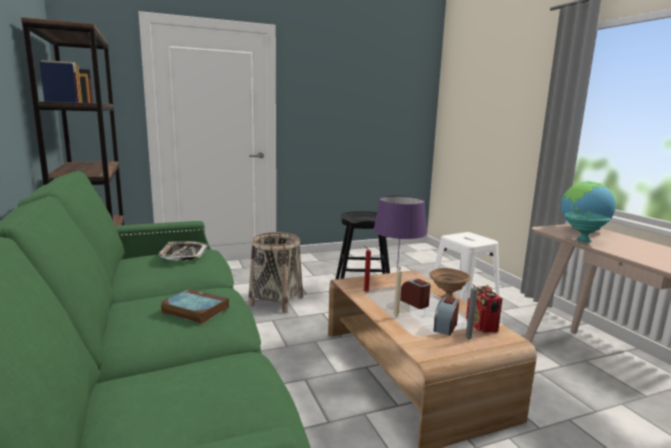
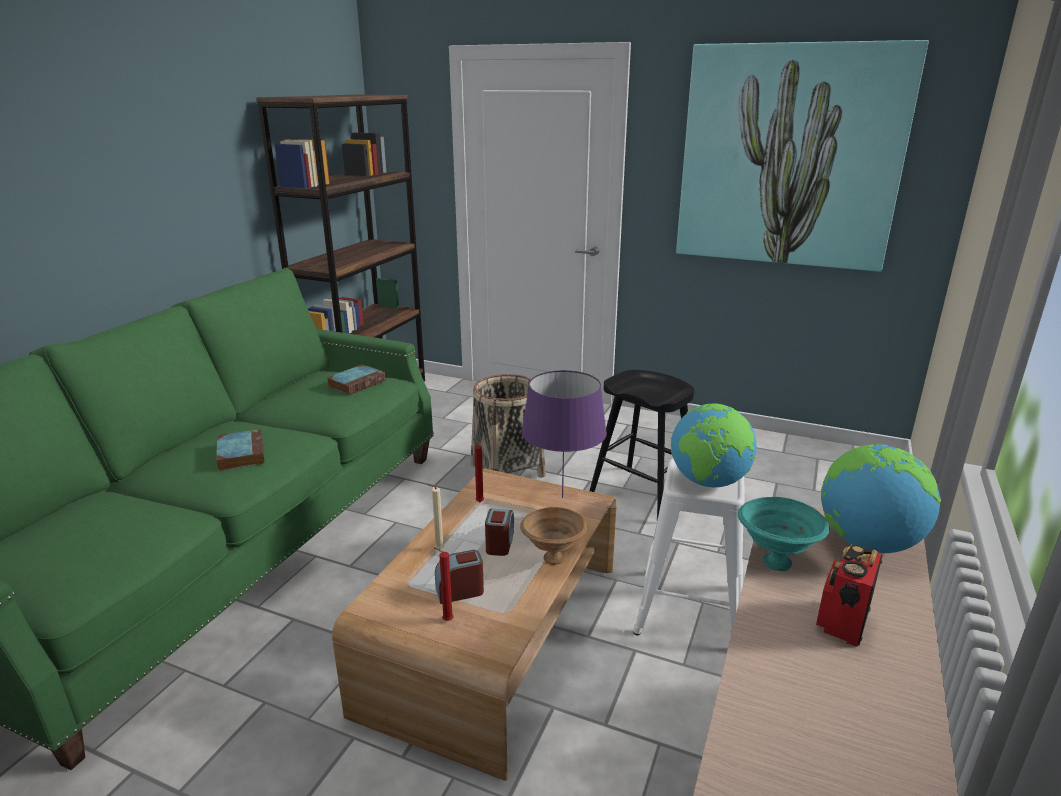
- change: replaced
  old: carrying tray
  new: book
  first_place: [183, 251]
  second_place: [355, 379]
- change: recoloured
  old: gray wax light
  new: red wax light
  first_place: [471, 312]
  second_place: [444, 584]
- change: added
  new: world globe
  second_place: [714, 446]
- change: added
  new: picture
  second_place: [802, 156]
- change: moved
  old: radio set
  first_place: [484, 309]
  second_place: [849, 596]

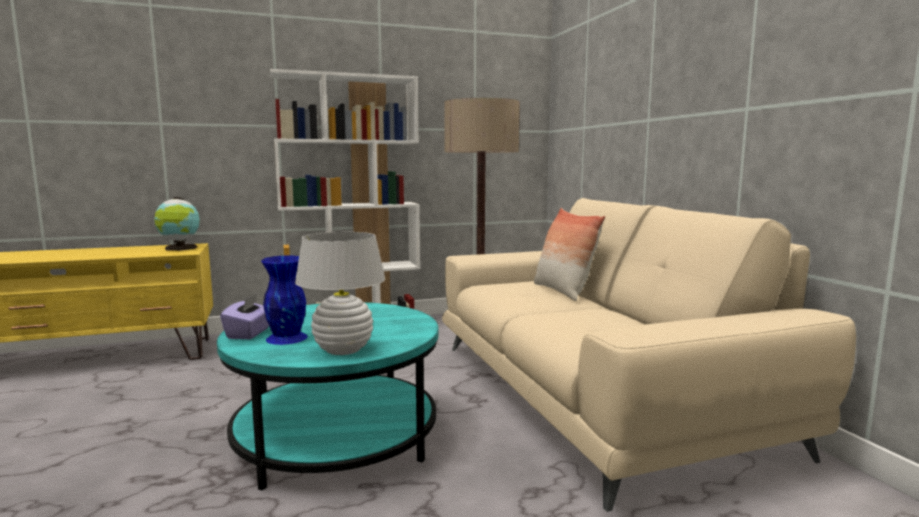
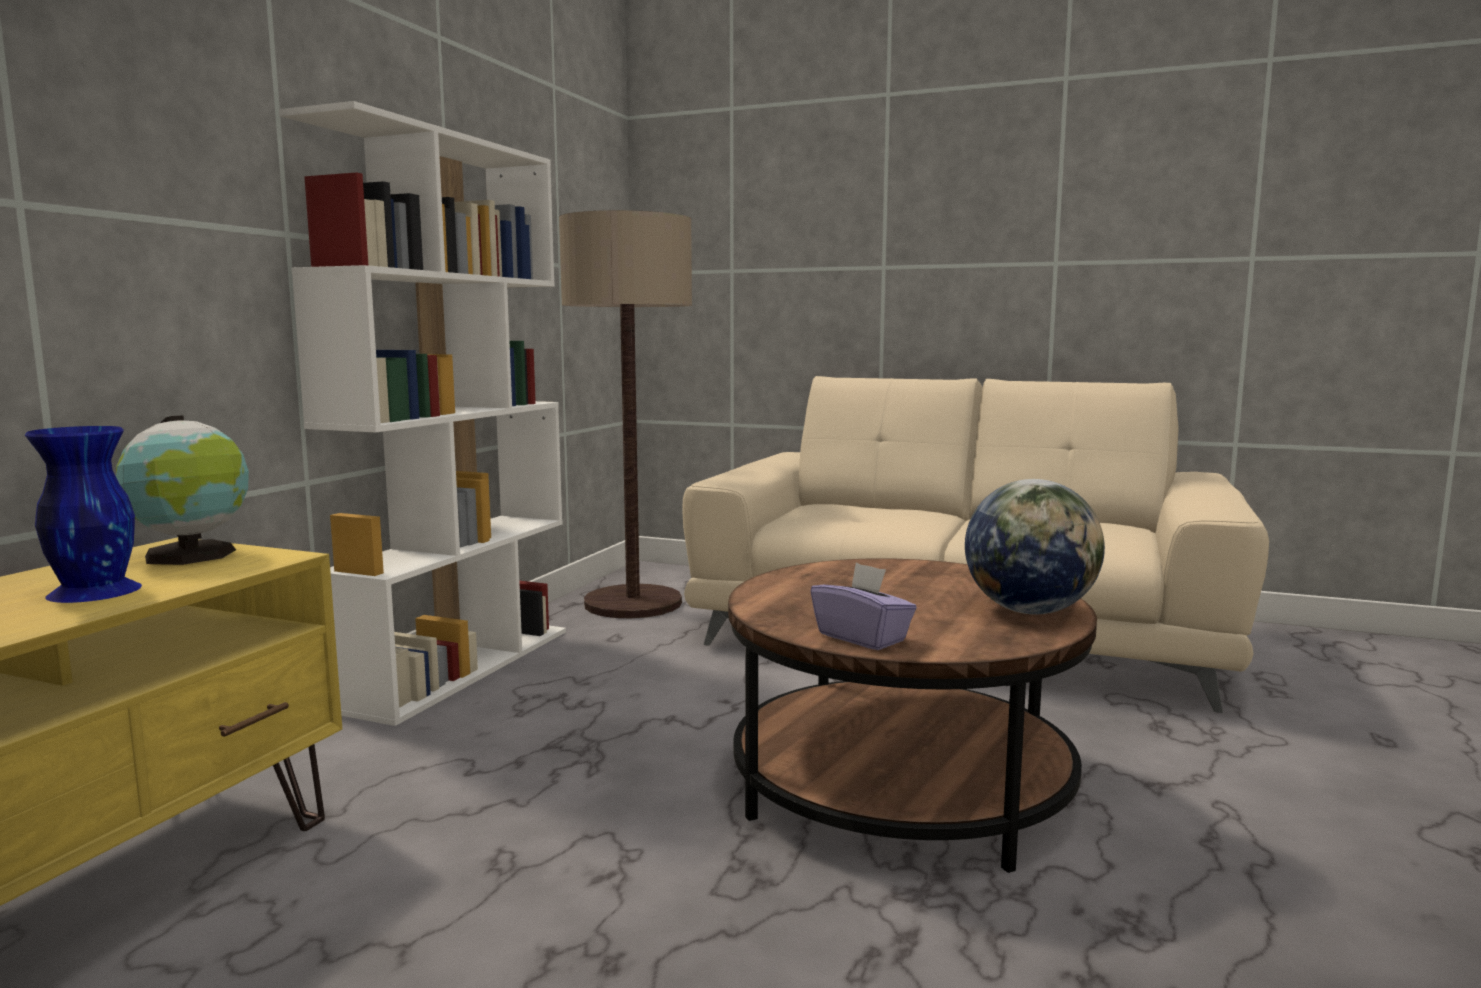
- change: moved
  old: blue decorative vase
  first_place: [284, 300]
  second_place: [83, 514]
- change: recoloured
  old: turquoise low table
  new: brown-coloured low table
  first_place: [327, 396]
  second_place: [912, 715]
- change: replaced
  old: white tabletop lamp
  new: world globe
  first_place: [340, 293]
  second_place: [1035, 546]
- change: removed
  old: throw pillow
  first_place: [569, 254]

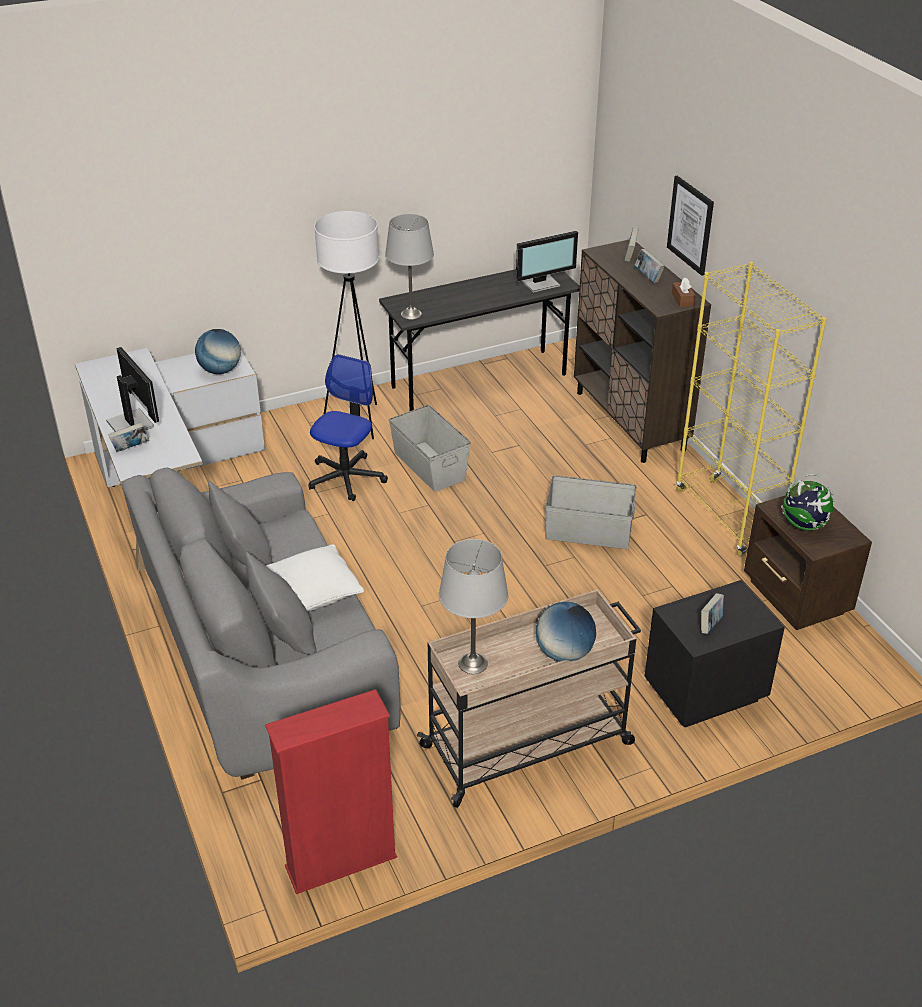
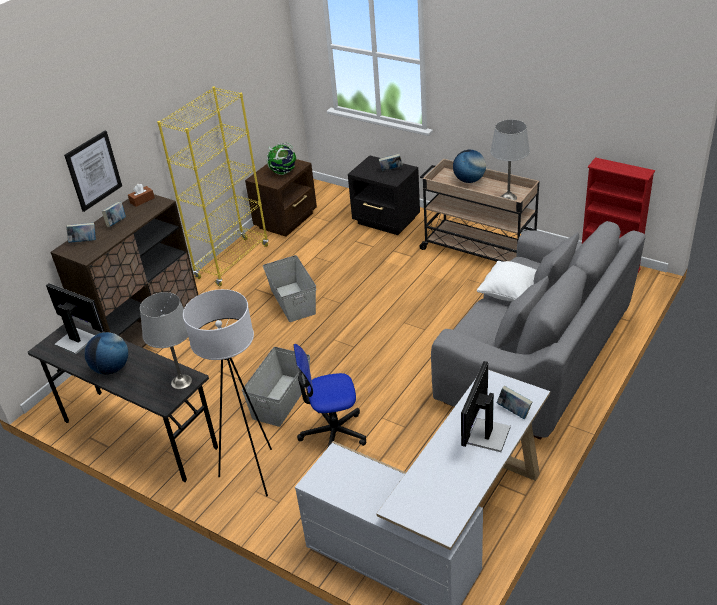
- change: moved
  old: world globe
  first_place: [218, 351]
  second_place: [106, 353]

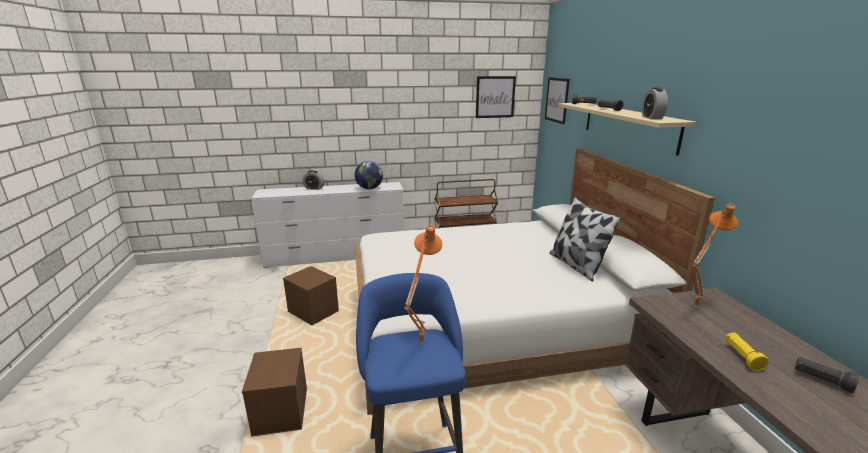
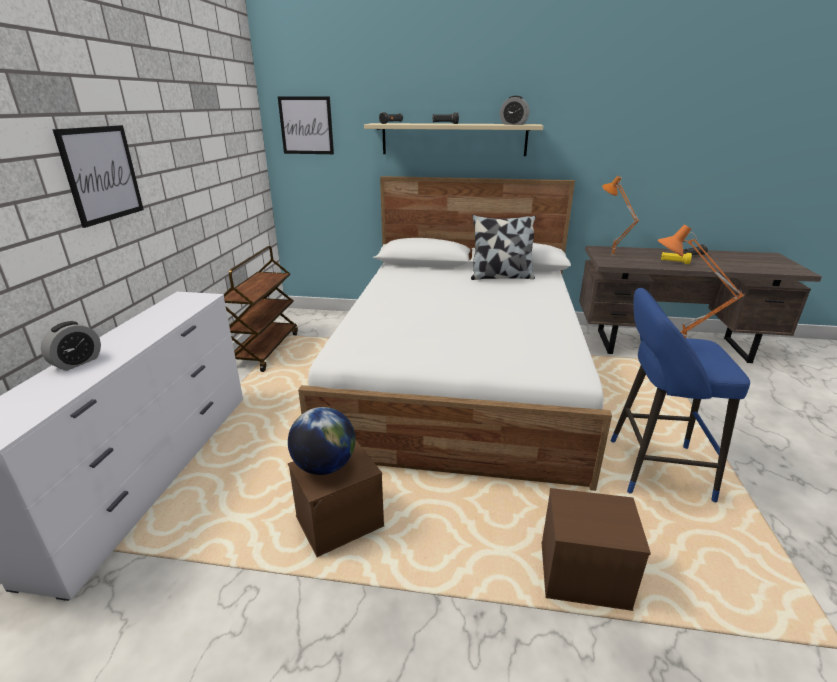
- change: moved
  old: picture
  first_place: [496, 97]
  second_place: [98, 176]
- change: moved
  old: world globe
  first_place: [369, 175]
  second_place: [322, 441]

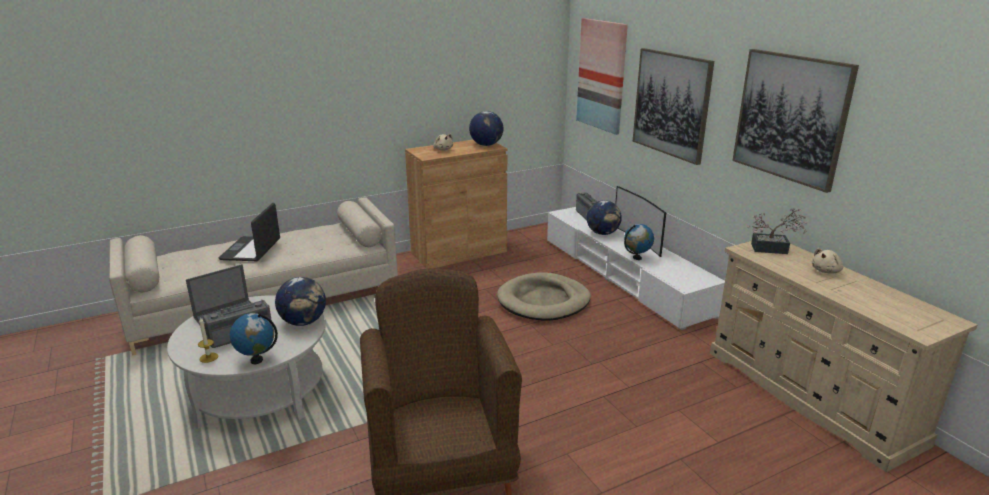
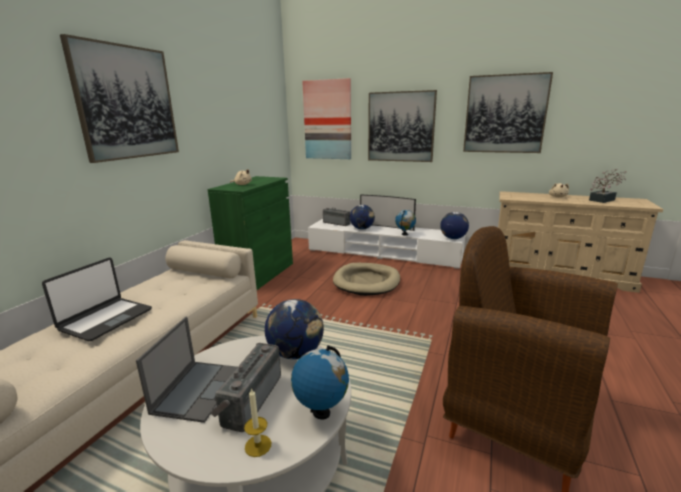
- change: turned
  old: portable computer
  first_place: [249, 232]
  second_place: [97, 299]
  degrees: -120
- change: added
  new: picture
  second_place: [119, 98]
- change: recoloured
  old: brown-coloured cabinet
  new: green cabinet
  first_place: [456, 204]
  second_place: [250, 233]
- change: moved
  old: world globe
  first_place: [486, 128]
  second_place: [454, 225]
- change: moved
  old: plant in a pot
  first_place: [777, 231]
  second_place: [607, 186]

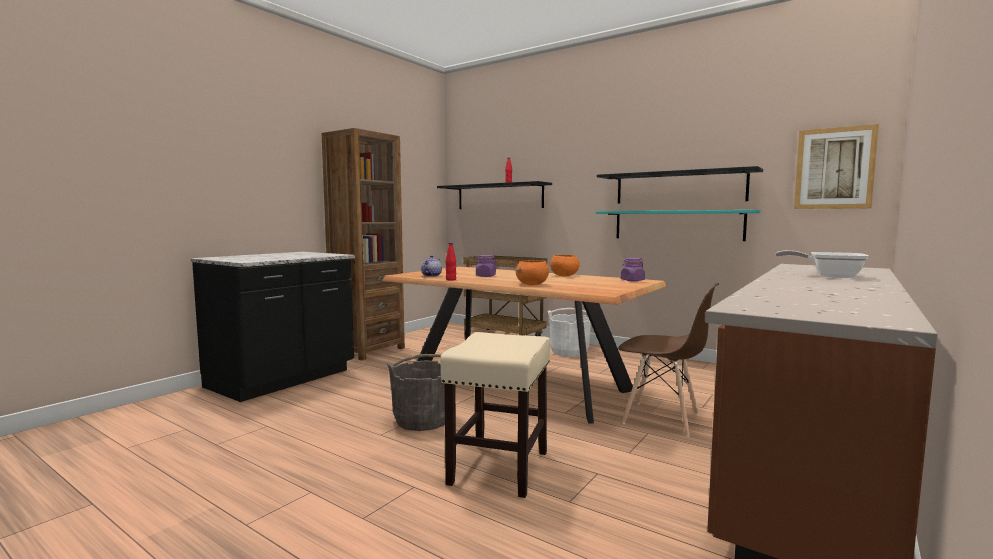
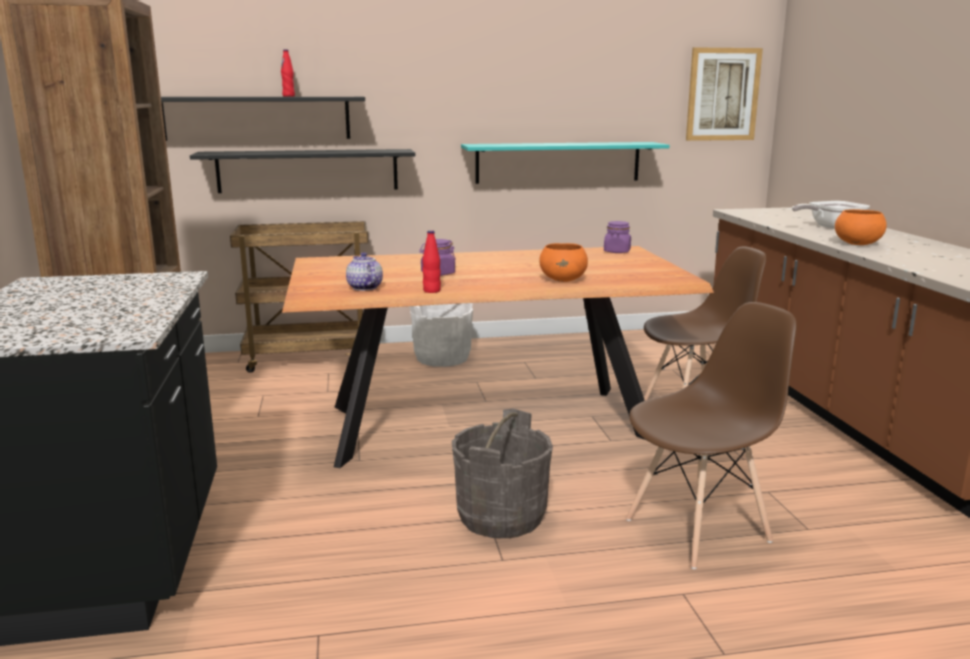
- change: moved
  old: blackish shelf
  first_place: [680, 185]
  second_place: [302, 171]
- change: replaced
  old: beige stool
  new: brown-coloured upright chair
  first_place: [495, 415]
  second_place: [711, 435]
- change: moved
  old: orangey bowl
  first_place: [565, 266]
  second_place: [861, 227]

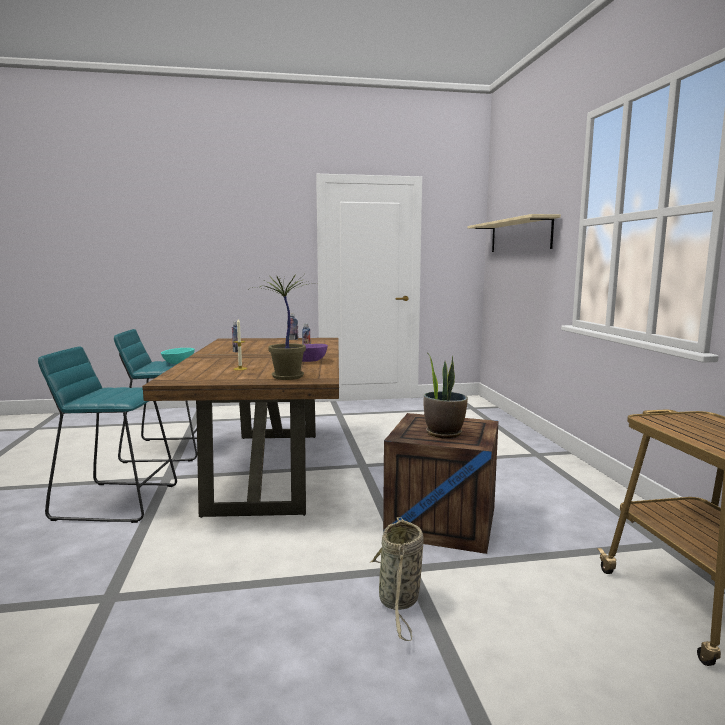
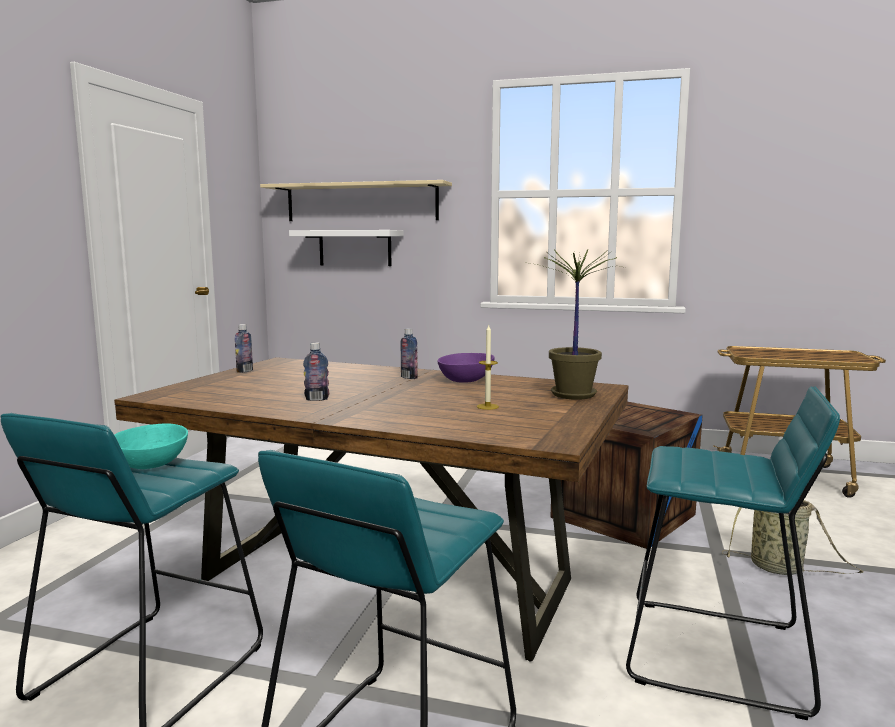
- change: added
  new: white shelf
  second_place: [346, 248]
- change: added
  new: turquoise stool
  second_place: [733, 553]
- change: removed
  old: plant in a pot
  first_place: [446, 396]

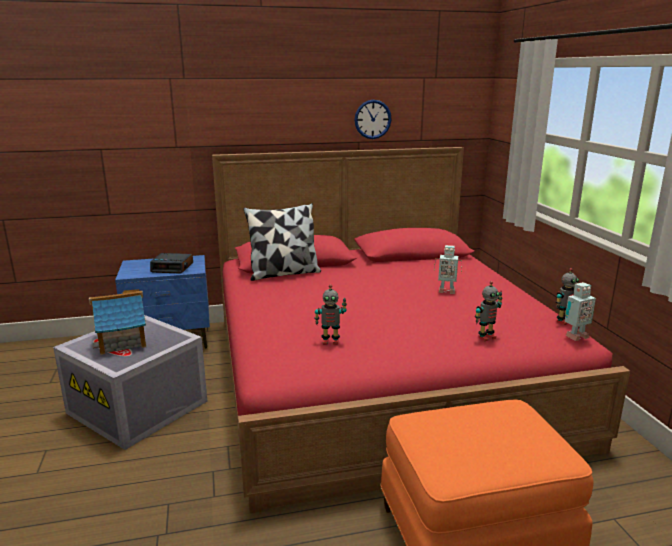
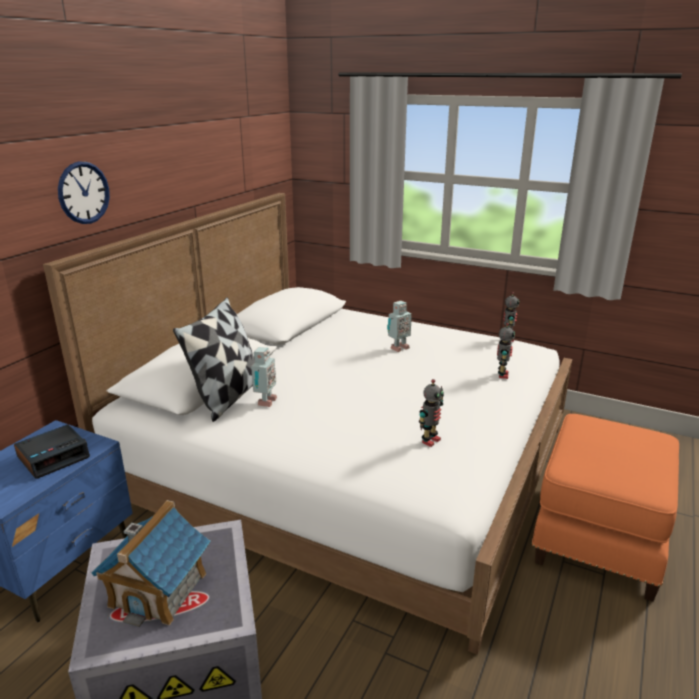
- change: recoloured
  old: red bed
  new: white bed
  first_place: [421, 330]
  second_place: [307, 424]
- change: moved
  old: wall clock
  first_place: [373, 119]
  second_place: [84, 192]
- change: moved
  old: model robot
  first_place: [580, 311]
  second_place: [264, 377]

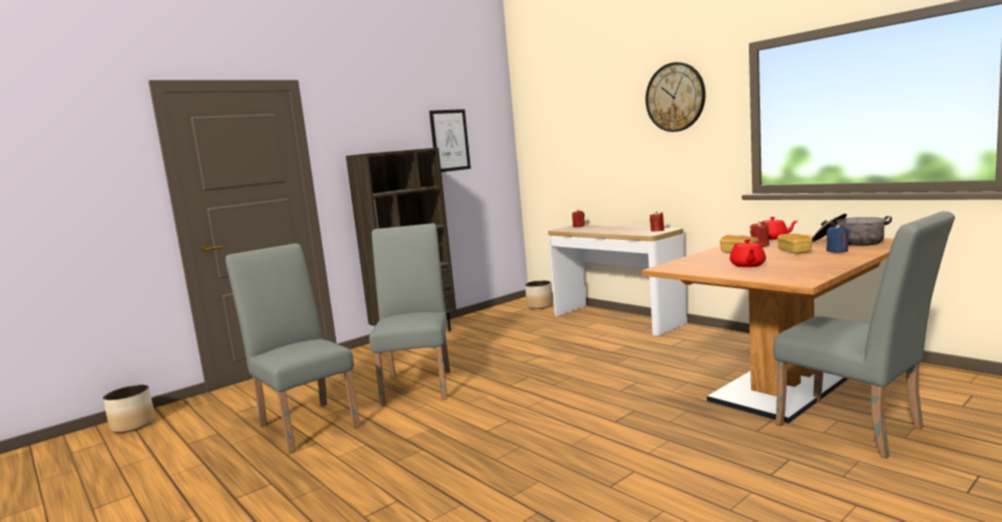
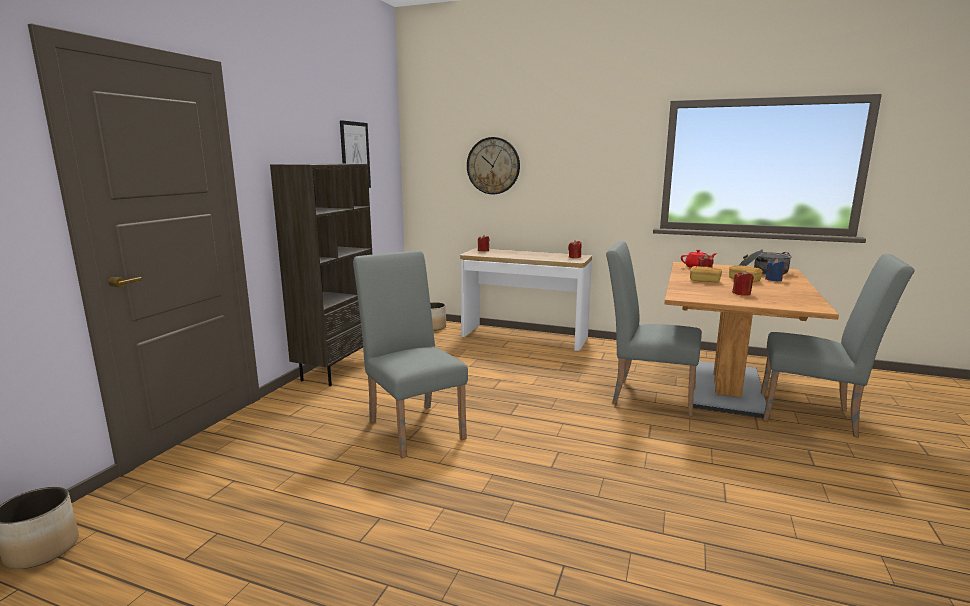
- change: moved
  old: wall clock
  first_place: [675, 97]
  second_place: [493, 165]
- change: moved
  old: gray upright chair
  first_place: [293, 348]
  second_place: [654, 329]
- change: replaced
  old: red pot for tea
  new: red wax light
  first_place: [748, 253]
  second_place: [743, 283]

